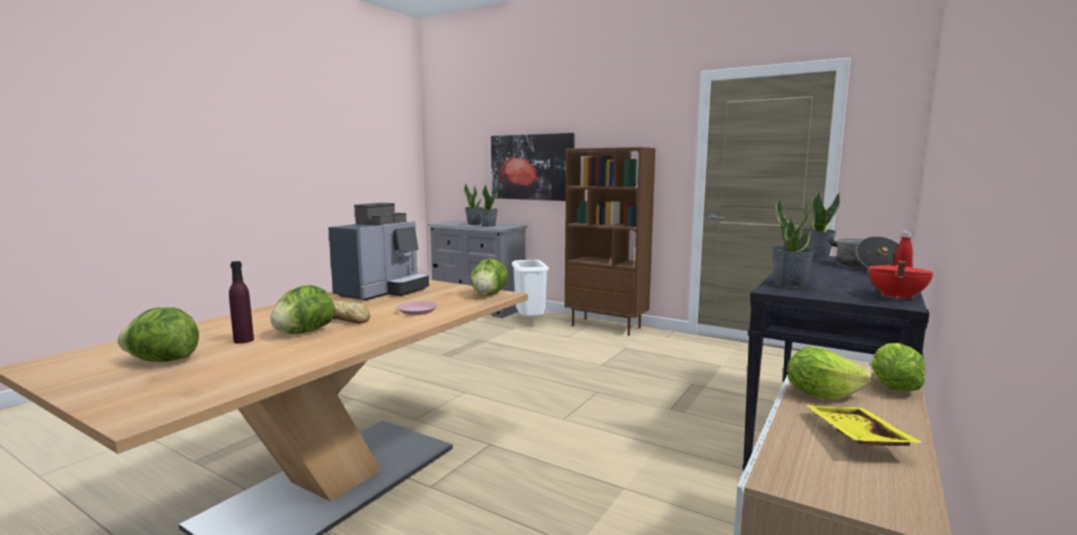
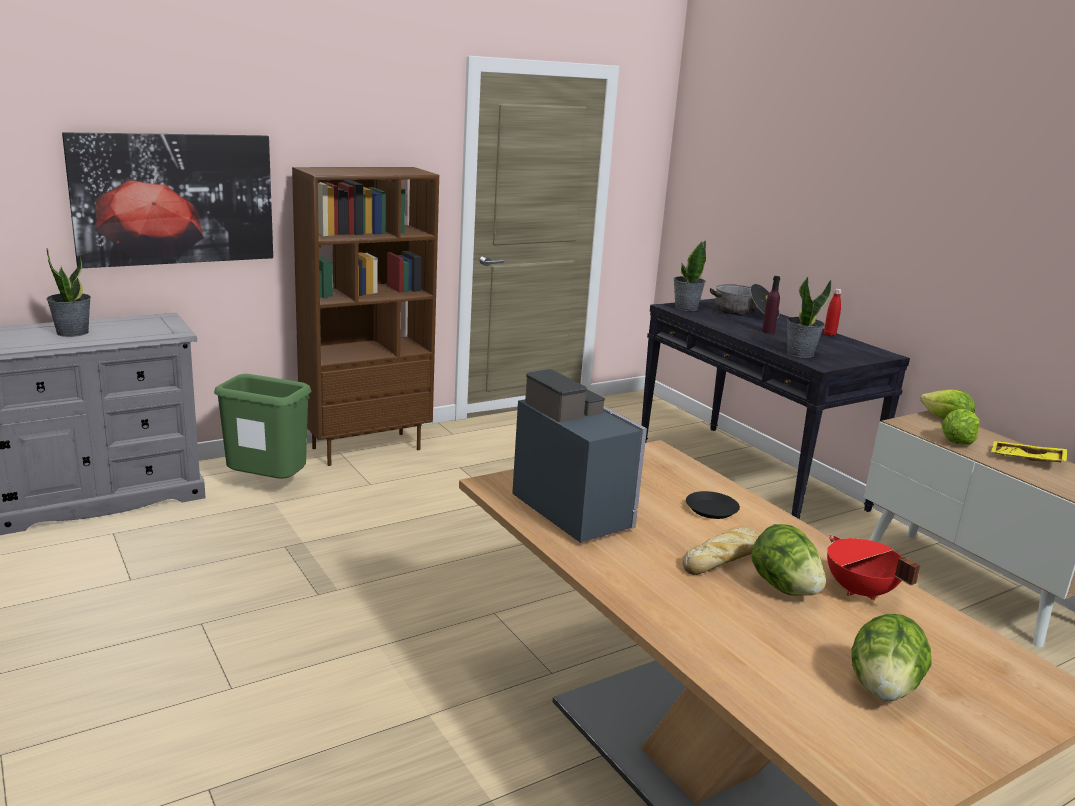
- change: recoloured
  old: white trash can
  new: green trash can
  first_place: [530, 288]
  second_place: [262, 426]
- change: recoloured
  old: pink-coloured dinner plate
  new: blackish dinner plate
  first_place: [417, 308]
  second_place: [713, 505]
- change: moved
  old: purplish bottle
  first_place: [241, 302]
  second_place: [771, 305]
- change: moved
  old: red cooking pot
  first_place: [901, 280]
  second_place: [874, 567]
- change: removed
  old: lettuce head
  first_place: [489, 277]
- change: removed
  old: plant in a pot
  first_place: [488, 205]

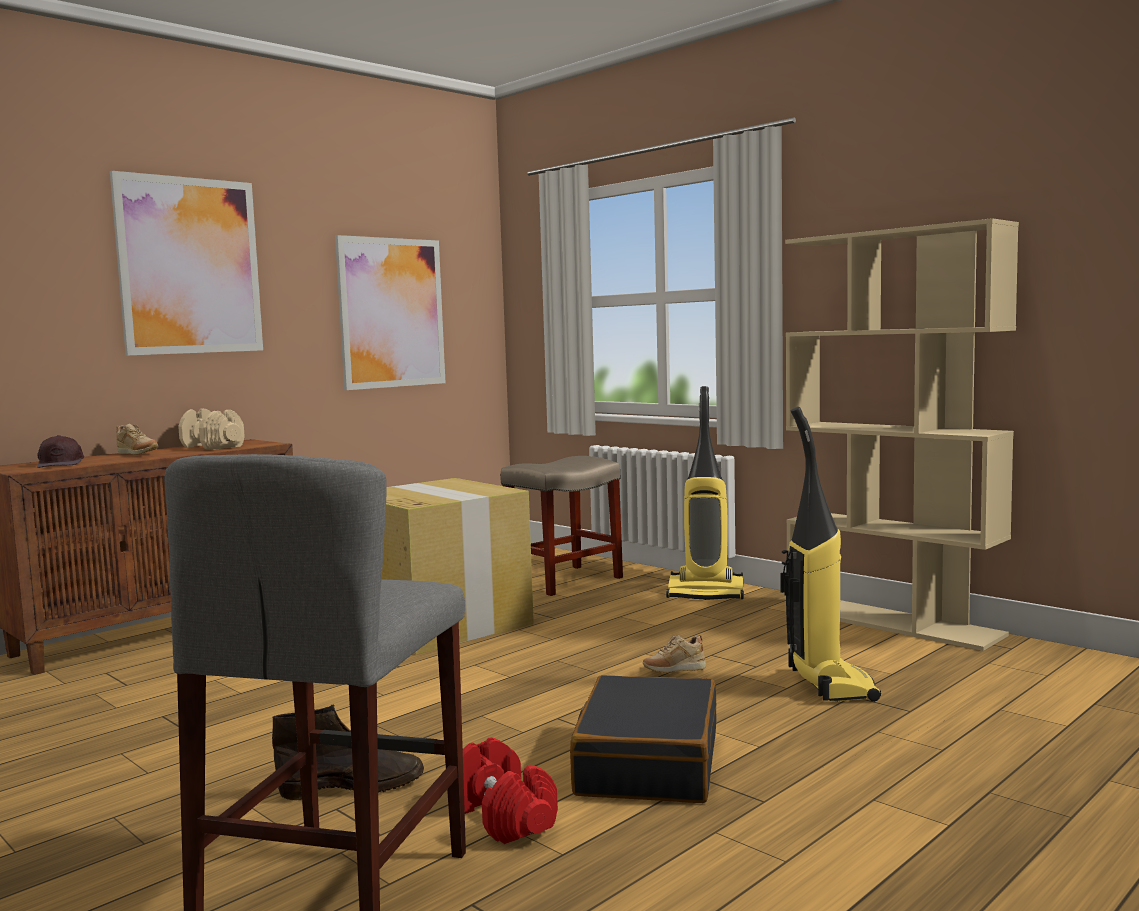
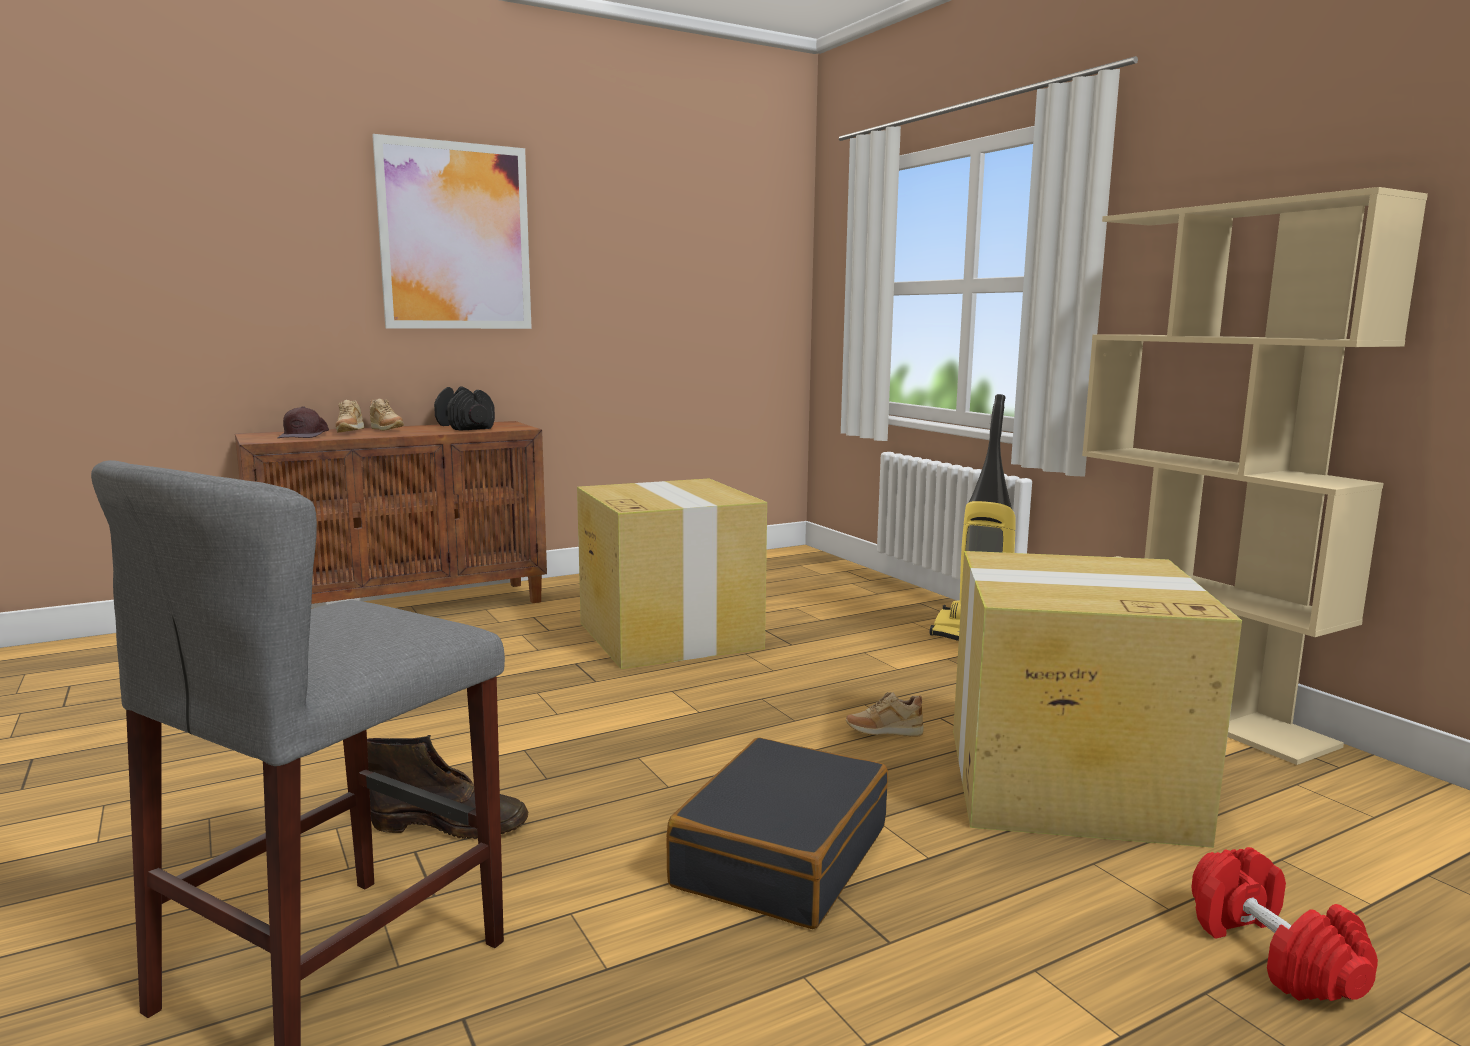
- change: added
  new: beige item of footwear
  second_place: [350, 416]
- change: recoloured
  old: beige hand weight
  new: blackish hand weight
  first_place: [211, 429]
  second_place: [464, 409]
- change: replaced
  old: vacuum
  new: carton
  first_place: [830, 554]
  second_place: [1097, 699]
- change: moved
  old: red hand weight
  first_place: [510, 790]
  second_place: [1285, 924]
- change: removed
  old: picture
  first_place: [390, 312]
- change: removed
  old: beige stool
  first_place: [561, 526]

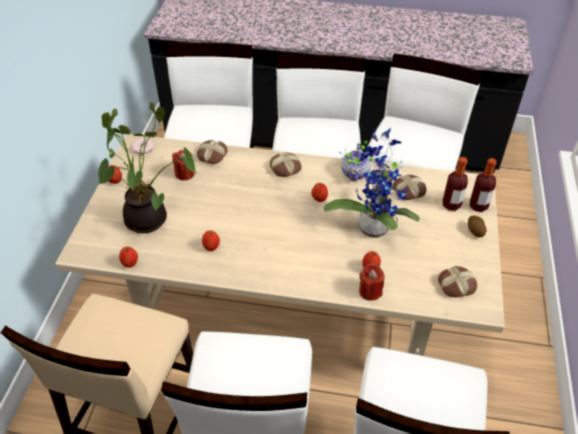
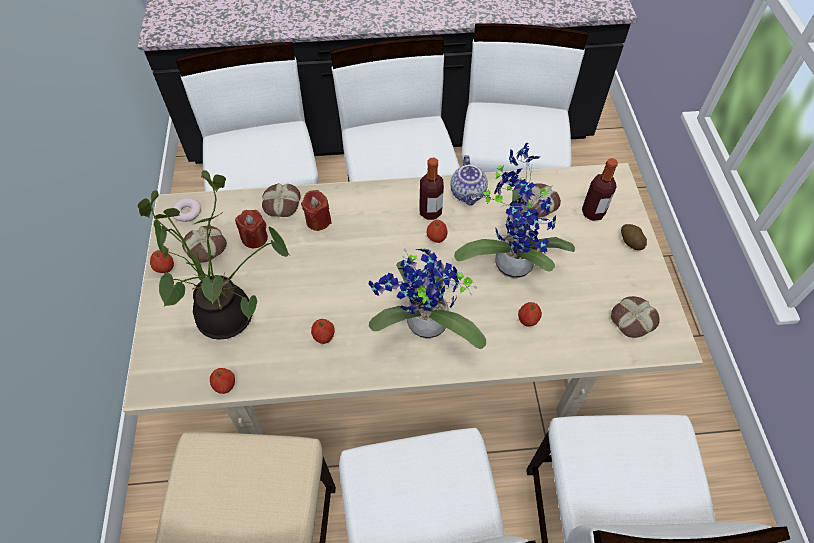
- change: moved
  old: bread
  first_place: [286, 164]
  second_place: [204, 244]
- change: moved
  old: red wax light
  first_place: [372, 282]
  second_place: [316, 210]
- change: added
  new: plant in a pot
  second_place: [427, 298]
- change: moved
  old: bottle
  first_place: [482, 185]
  second_place: [431, 189]

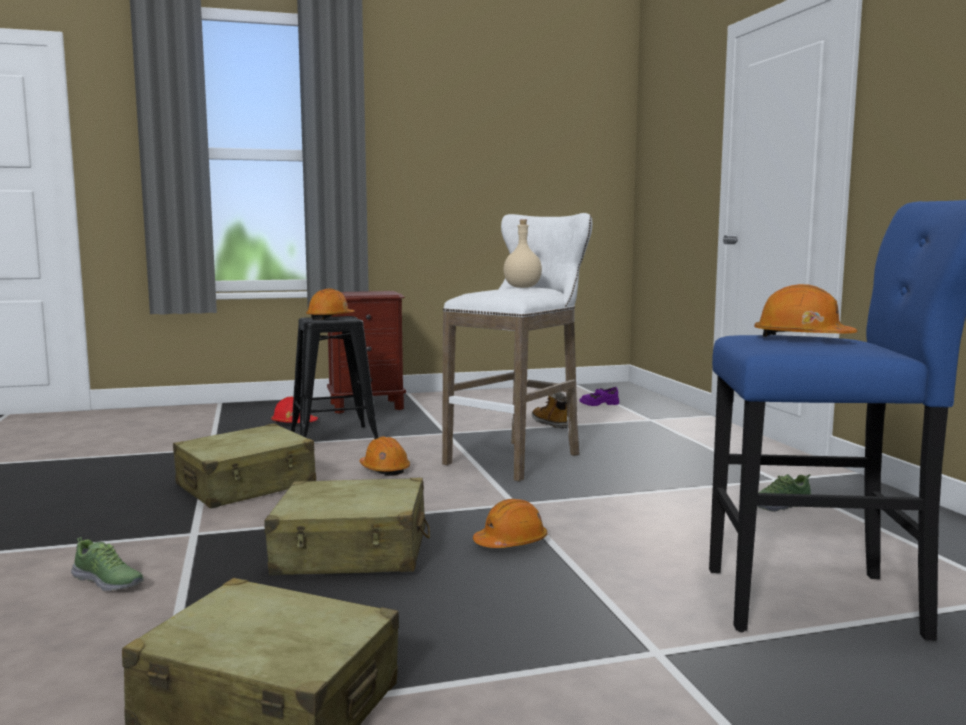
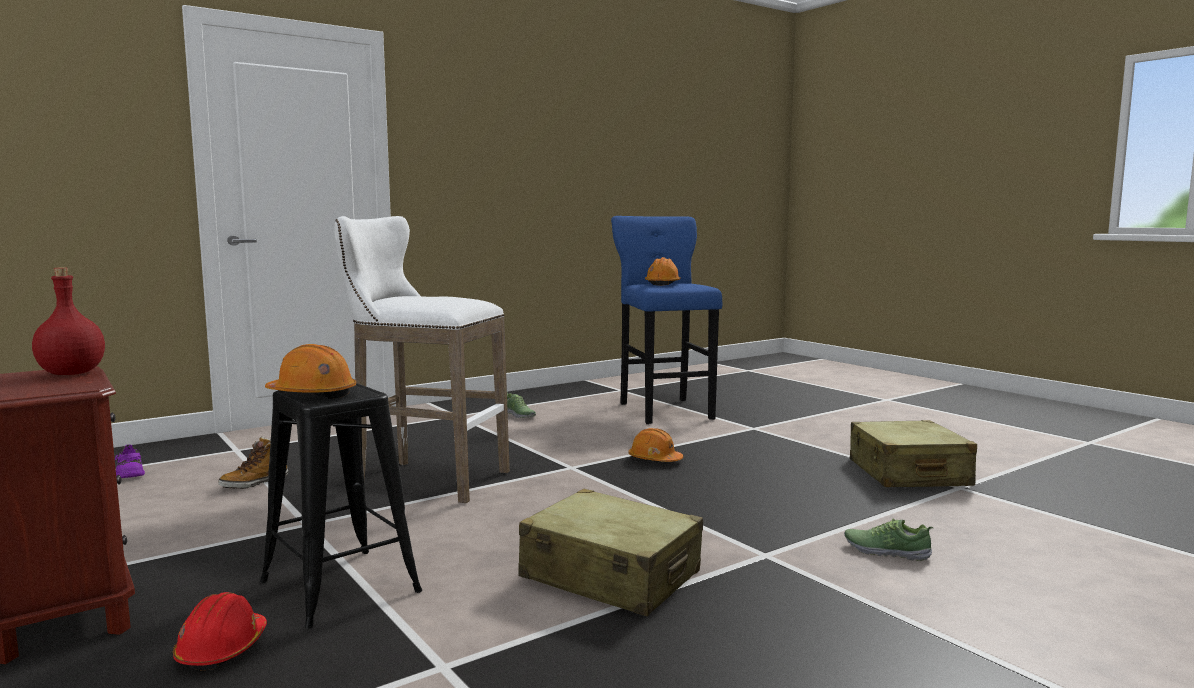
- change: added
  new: red bottle
  second_place: [68, 321]
- change: turned
  old: item of footwear
  first_place: [107, 564]
  second_place: [888, 539]
  degrees: -75
- change: removed
  old: beige suitcase
  first_place: [347, 526]
- change: removed
  old: orangey safety helmet
  first_place: [384, 456]
- change: removed
  old: beige bottle
  first_place: [522, 254]

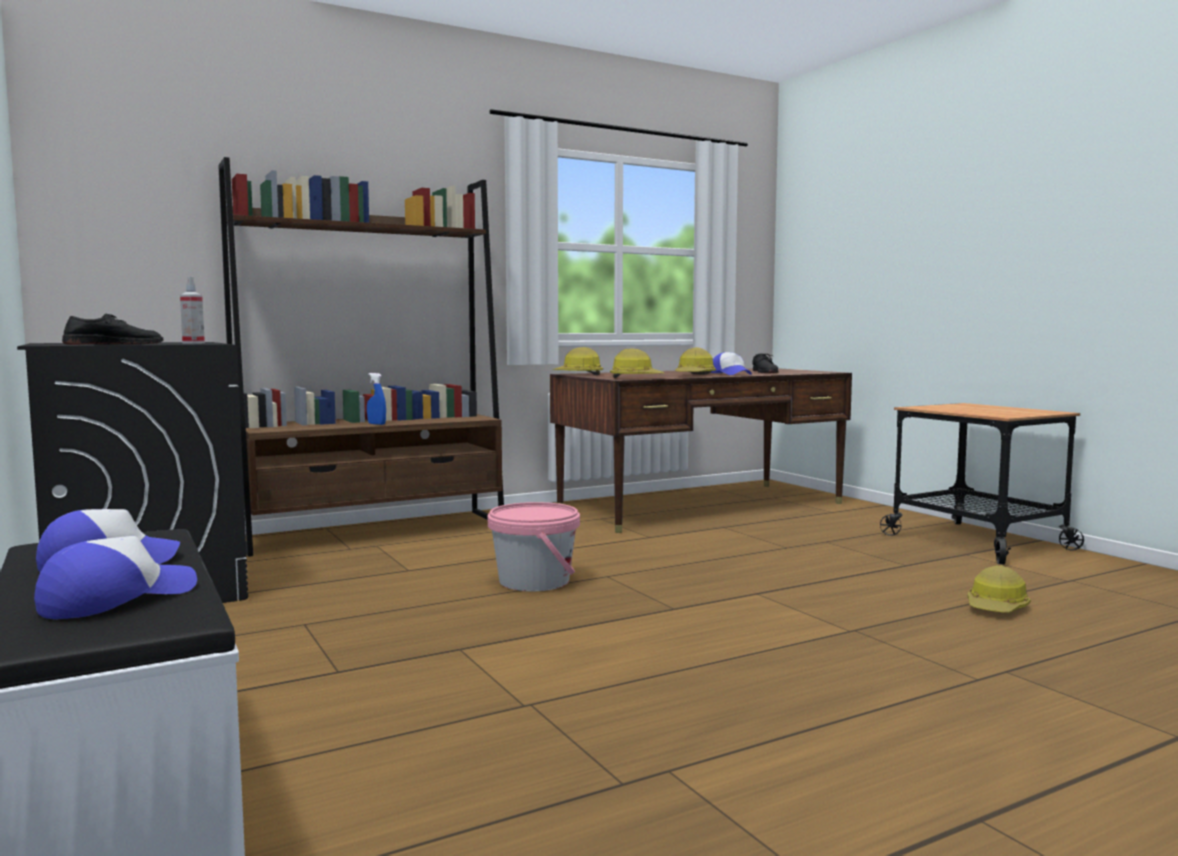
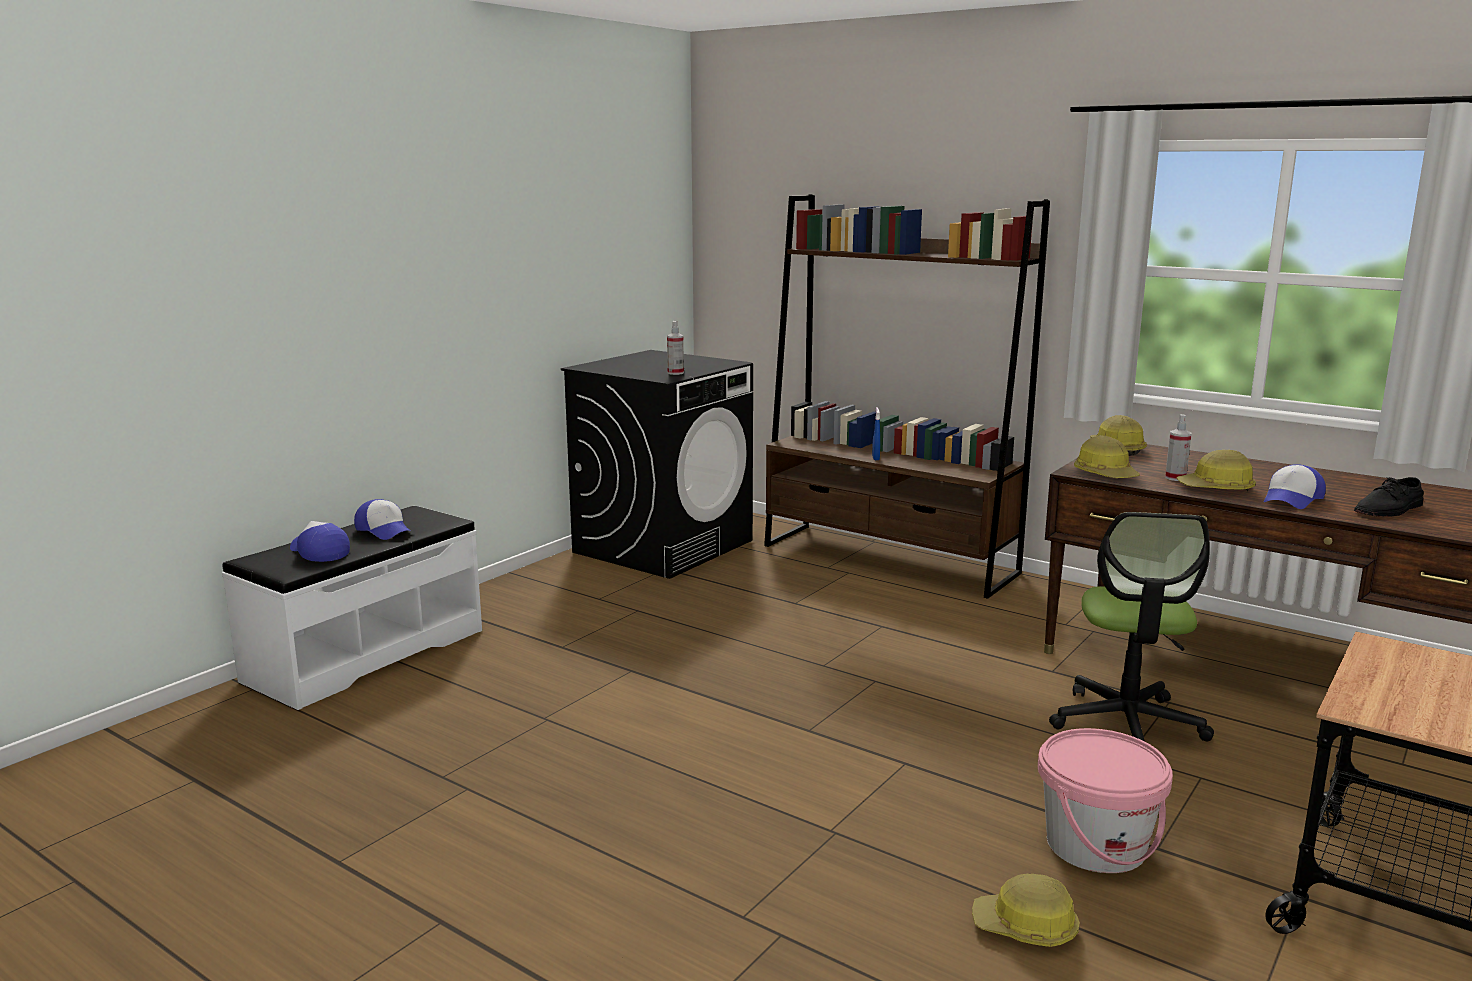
- change: turned
  old: baseball cap
  first_place: [115, 577]
  second_place: [320, 541]
  degrees: -150
- change: moved
  old: pink-coloured pail
  first_place: [534, 546]
  second_place: [1105, 800]
- change: added
  new: desk chair
  second_place: [1131, 627]
- change: added
  new: hand sprayer
  second_place: [1178, 447]
- change: removed
  old: blackish item of footwear
  first_place: [113, 329]

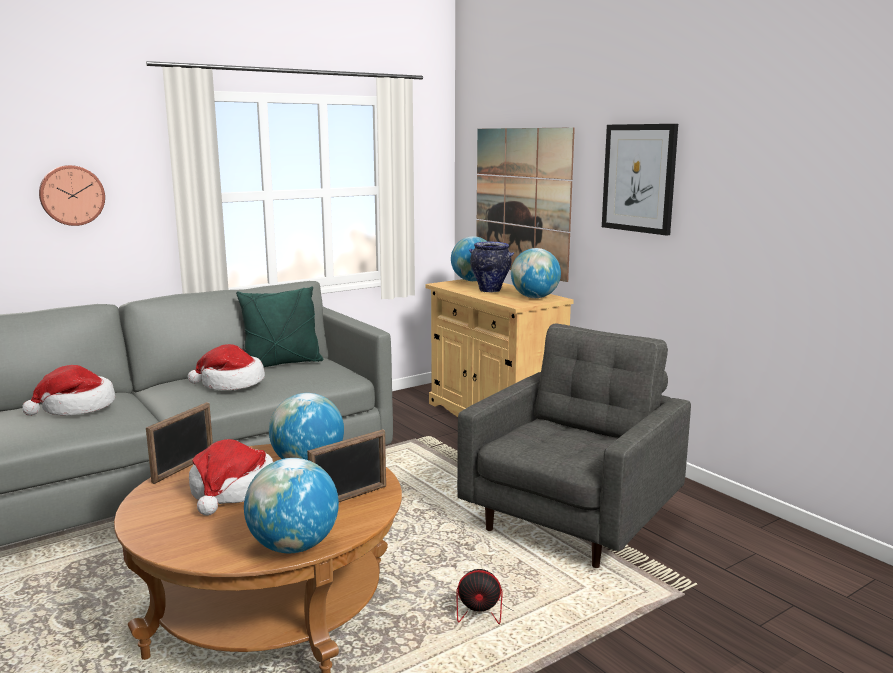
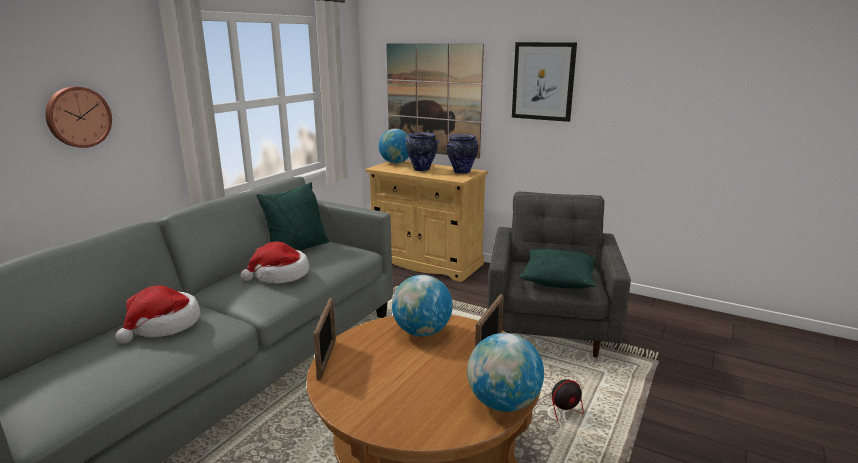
- change: replaced
  old: world globe
  new: decorative vase
  first_place: [536, 273]
  second_place: [462, 154]
- change: added
  new: green throw pillow
  second_place: [557, 269]
- change: removed
  old: hat
  first_place: [231, 477]

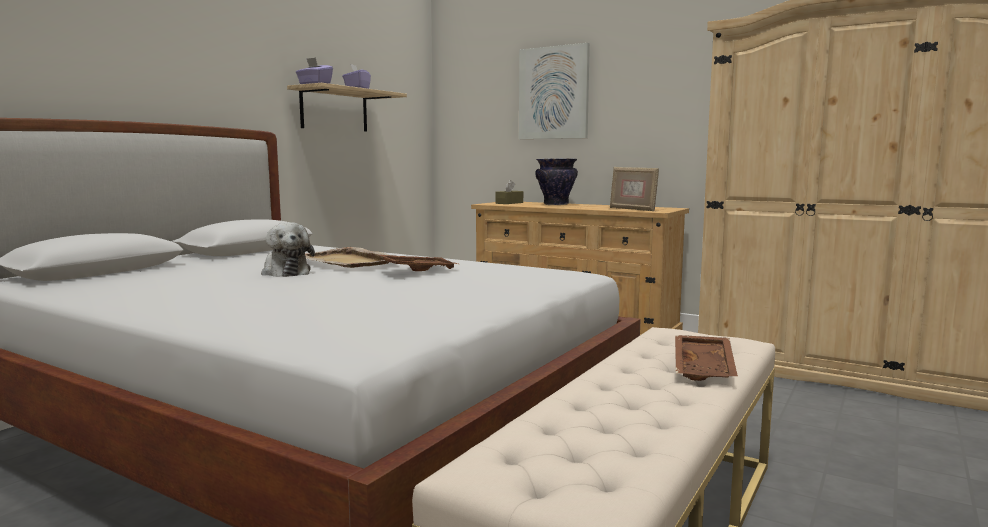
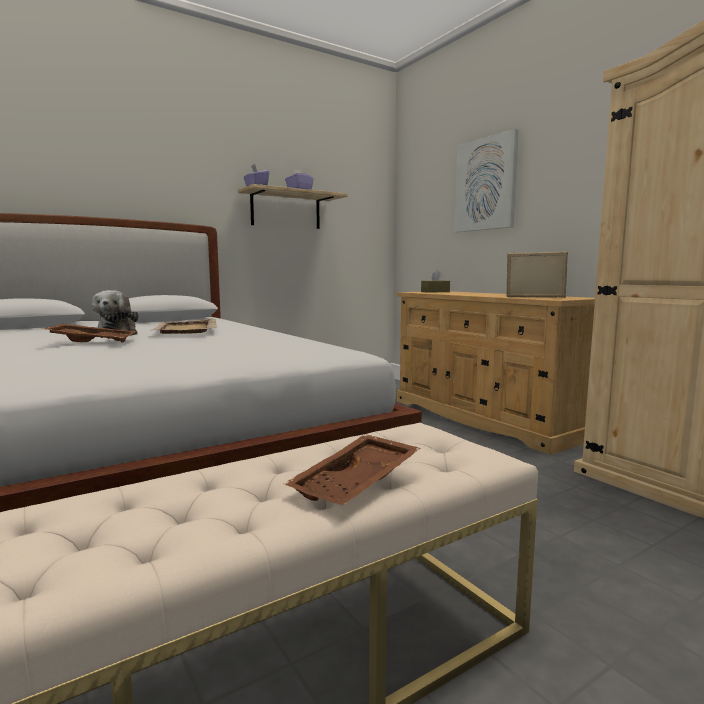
- change: moved
  old: brown-coloured carrying tray
  first_place: [417, 262]
  second_place: [90, 333]
- change: turned
  old: picture frame
  first_place: [634, 189]
  second_place: [537, 274]
  degrees: 135
- change: removed
  old: decorative vase
  first_place: [556, 181]

